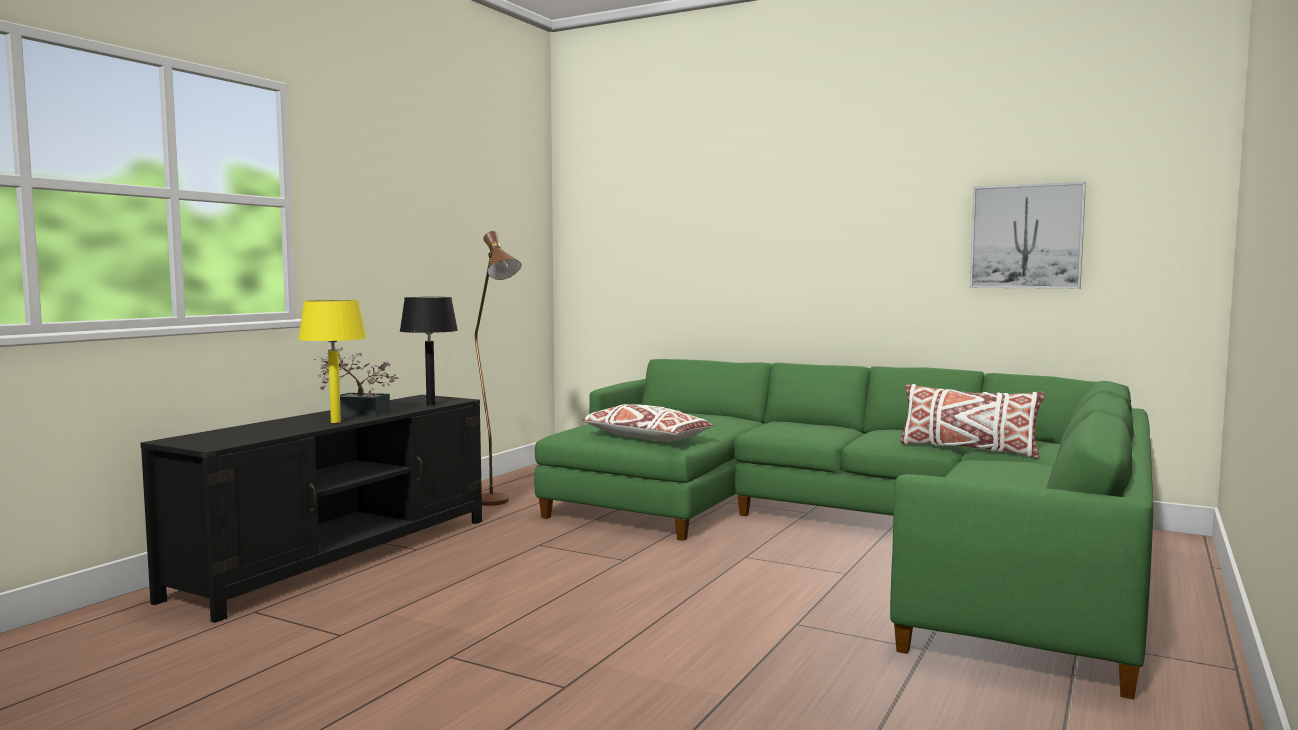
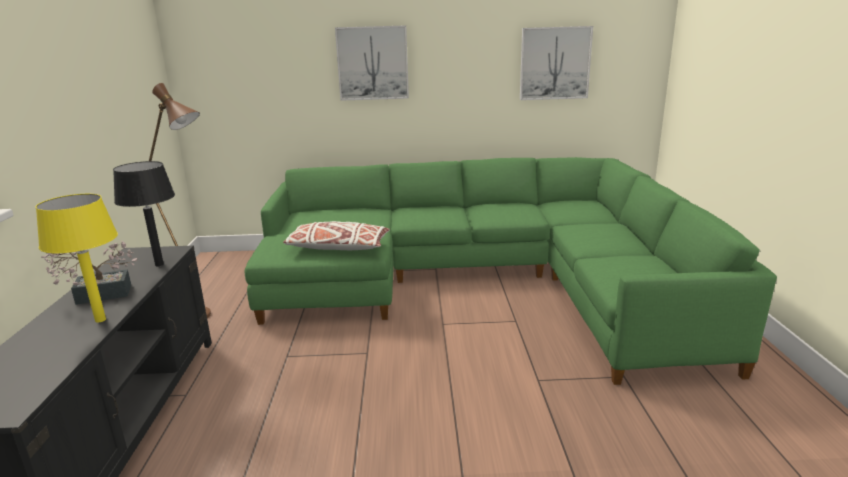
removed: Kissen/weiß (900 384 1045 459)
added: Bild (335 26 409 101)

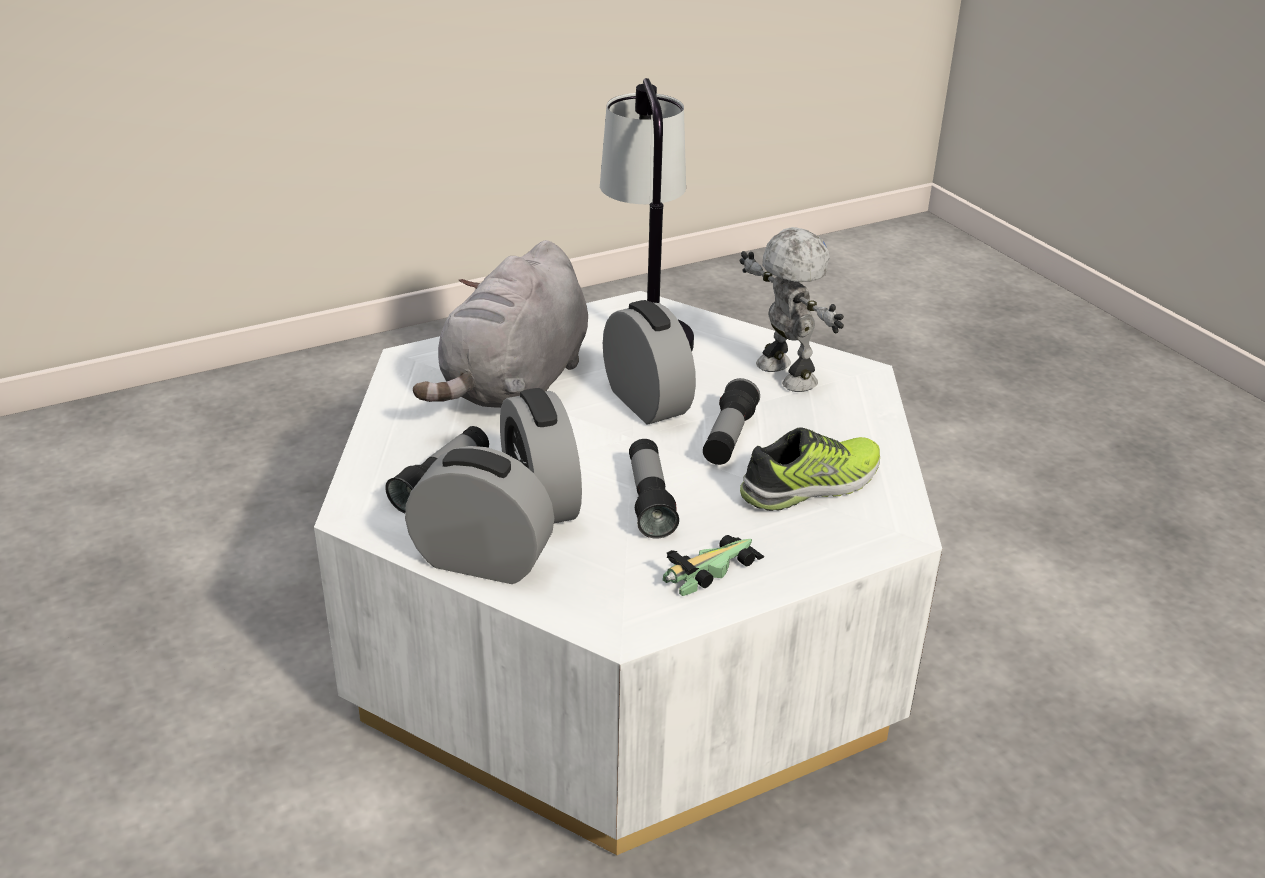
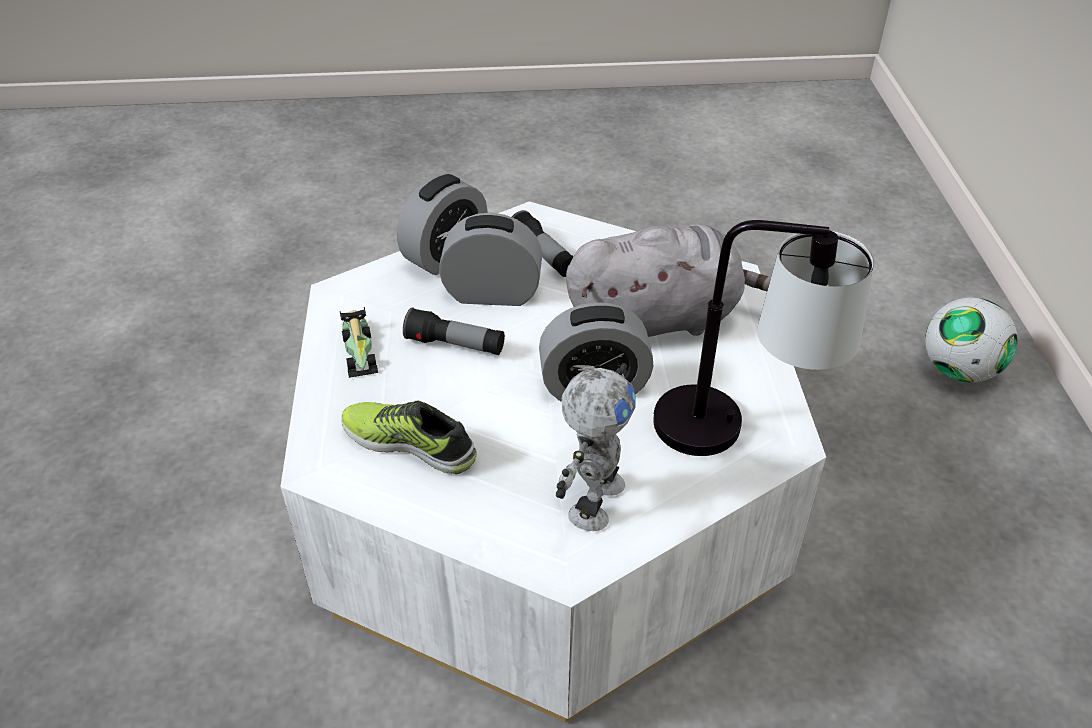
removed: Taschenlampe (703 378 760 465)
added: Fußball (925 297 1018 383)
turned: Plüschtier/grau (413 240 588 408) = (566 224 771 337) 120 degrees clockwise; Spielzeugroboter (739 227 844 392) = (556 363 636 531) 60 degrees counterclockwise; Schuh (740 427 880 511) = (342 401 477 474) 120 degrees clockwise

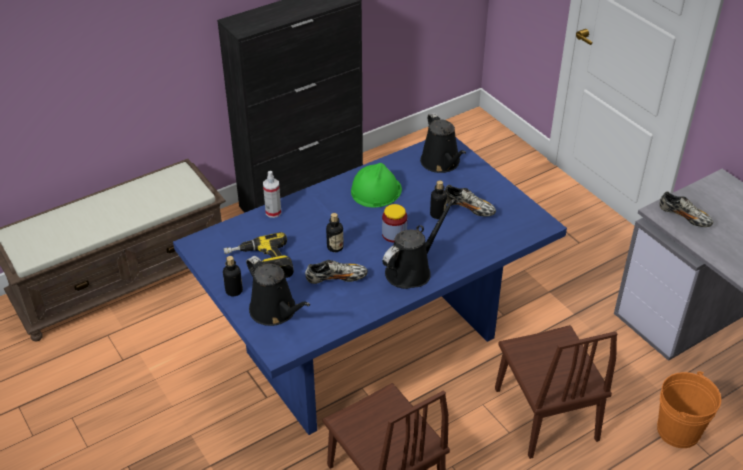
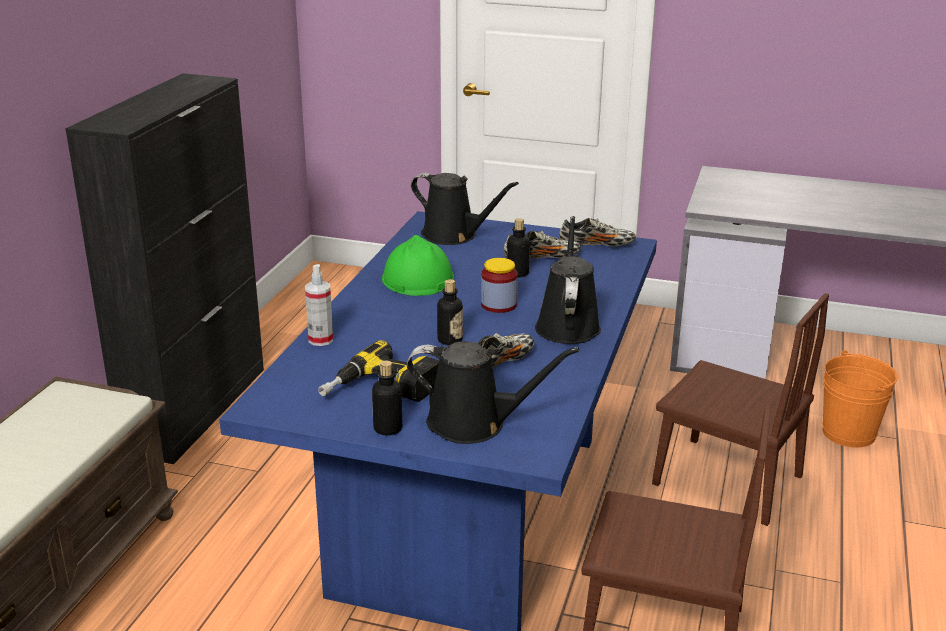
moved: Schuh (659 191 713 227) to (559 218 636 246)

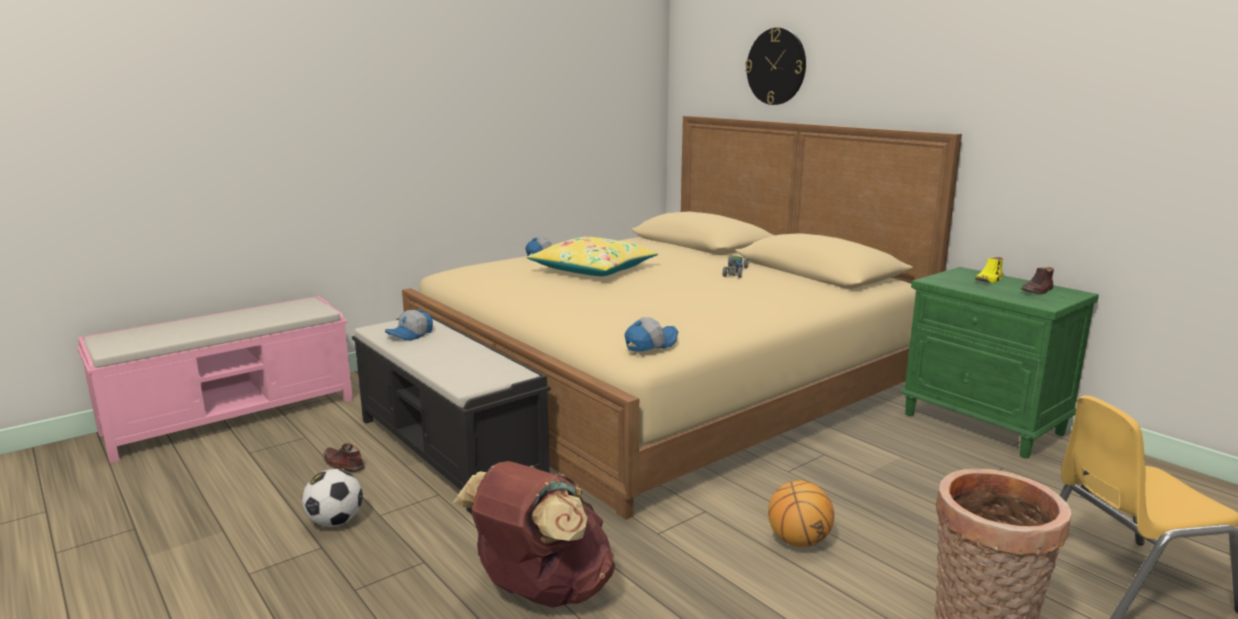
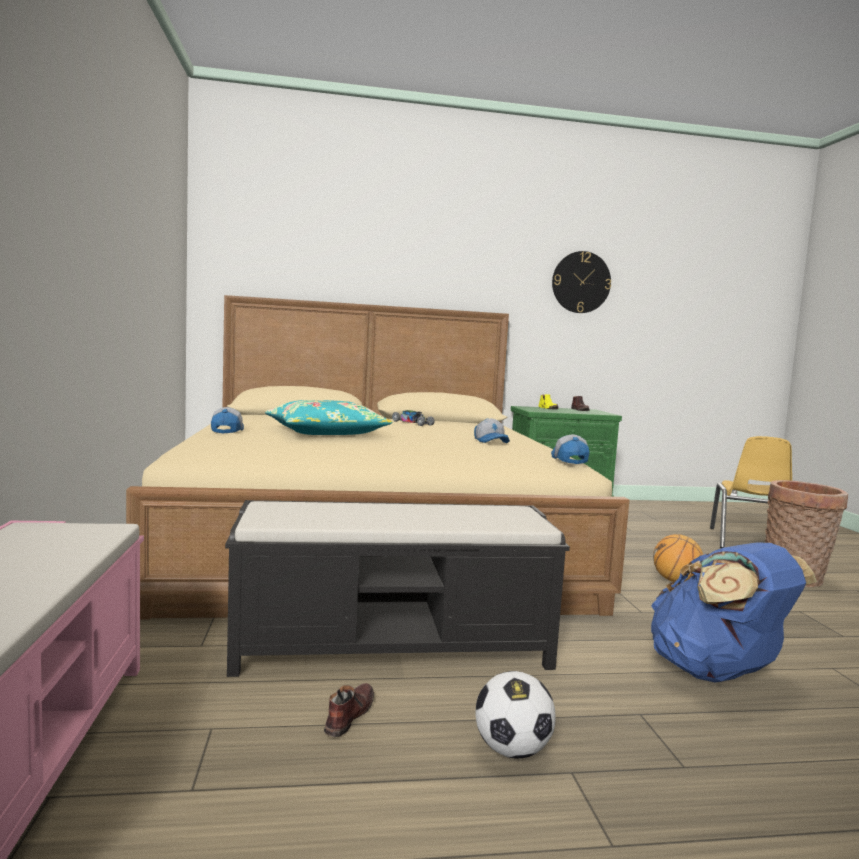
moved: Kappe (385 309 433 341) to (474 418 510 443); Wanduhr (745 28 806 105) to (552 251 611 313)
recoloured: Rucksack/braun (452 461 615 608) to Rucksack/blau (651 542 817 683); Kissen/gelb (527 237 658 276) to Kissen/türkis (265 400 392 435)
turned: Schuh/braun (324 443 365 472) = (324 683 374 737) 135 degrees clockwise

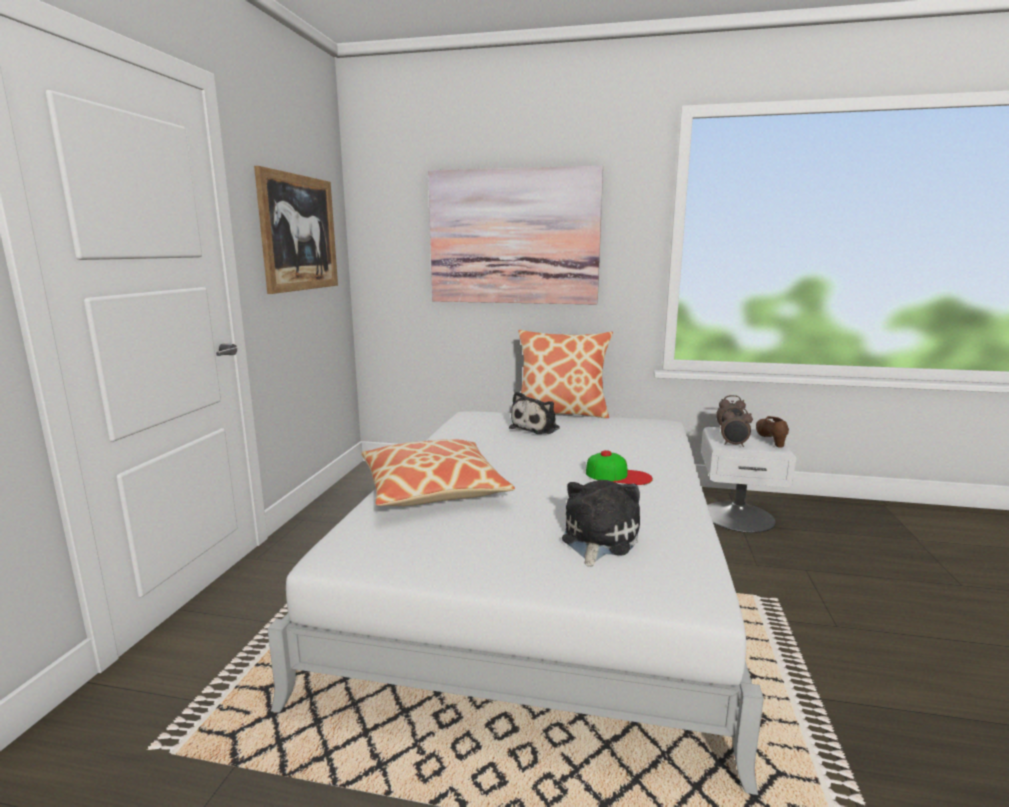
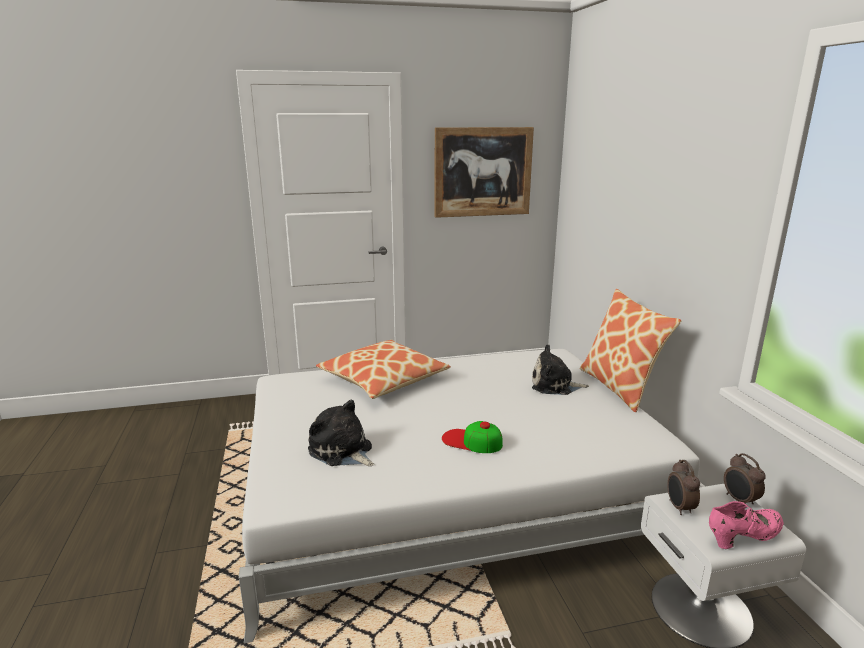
removed: Bild (428 165 603 305)
recoloured: Schuh/braun (756 416 789 448) to Schuh/rosa (709 501 784 549)
turned: Plüschtier (562 480 640 567) = (308 400 374 466) 135 degrees counterclockwise; Kappe (586 450 653 485) = (442 421 503 453) 120 degrees clockwise

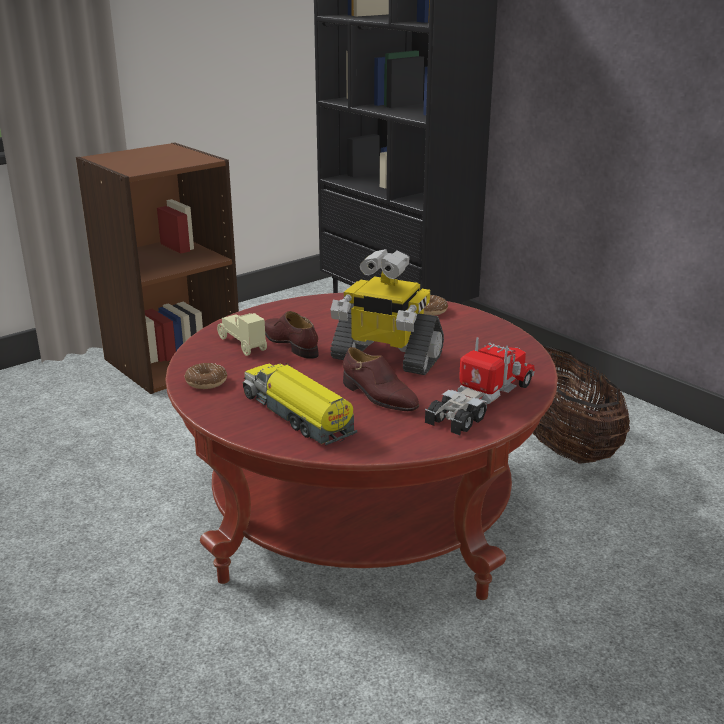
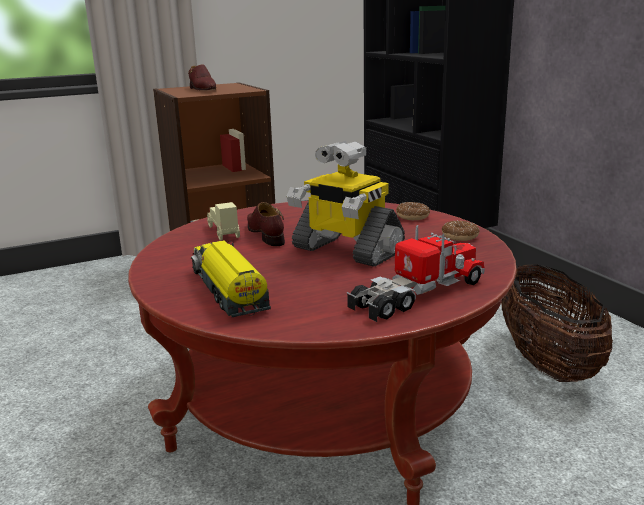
moved: Donut (185 363 227 389) to (441 221 480 241); Schuh/braun (343 347 419 411) to (188 65 216 90)

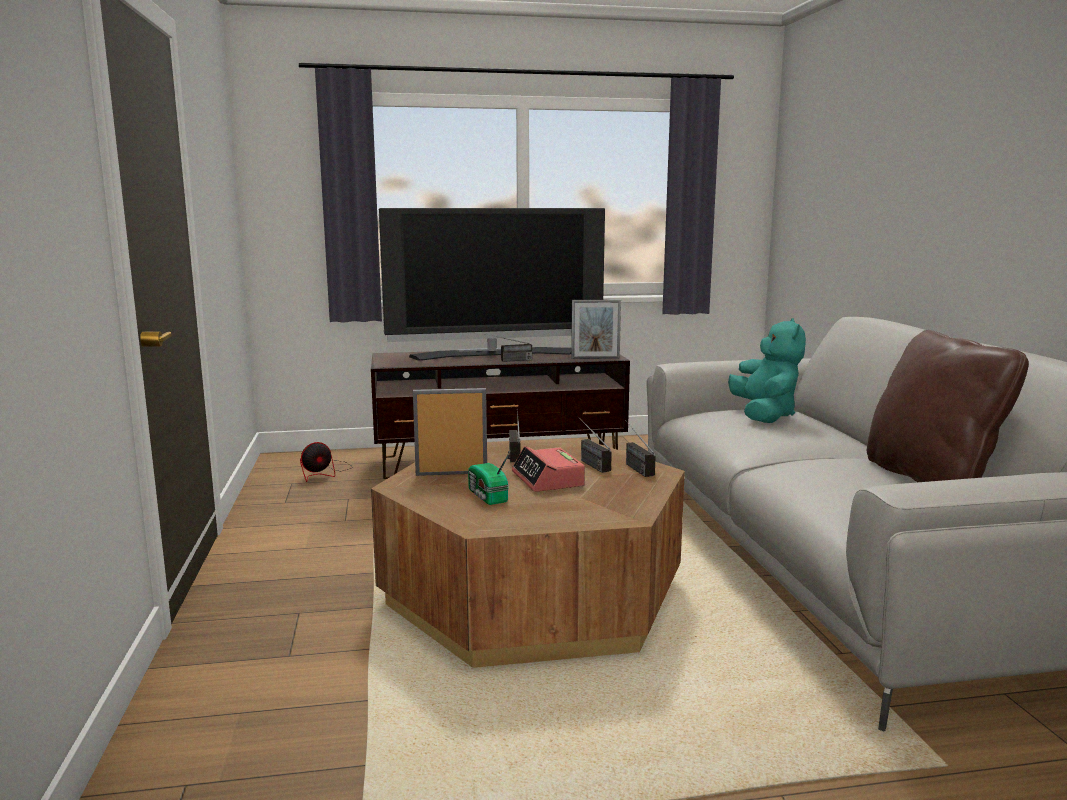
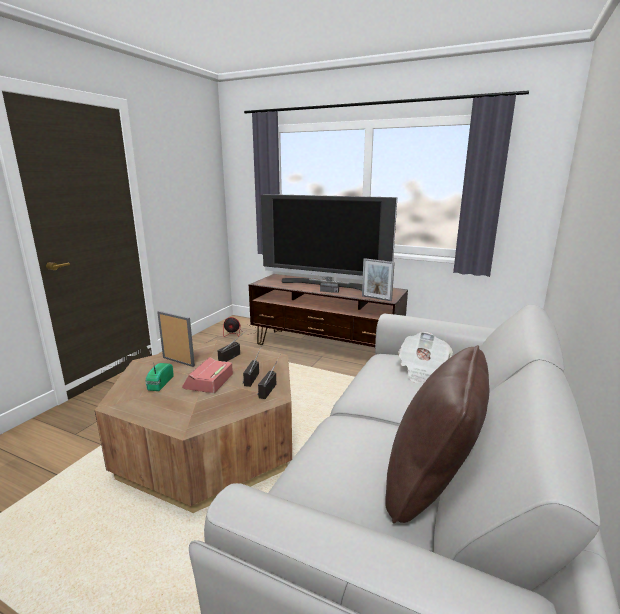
replaced: Plüschtier/türkis (728 318 806 423) to Zeitung (398 332 453 383)

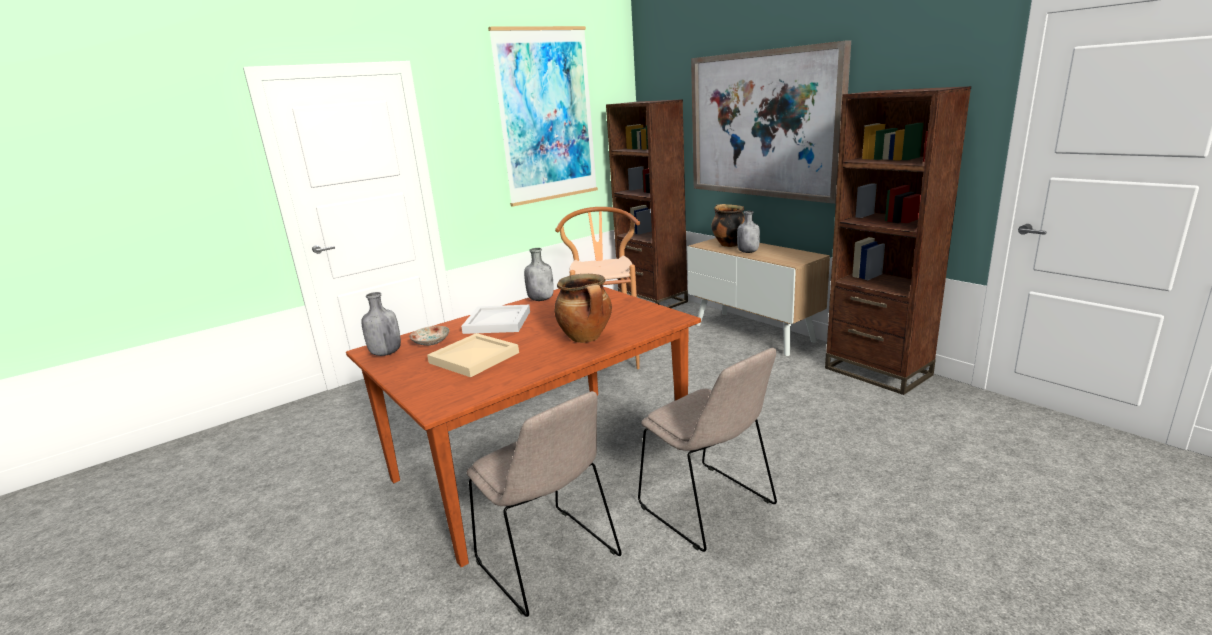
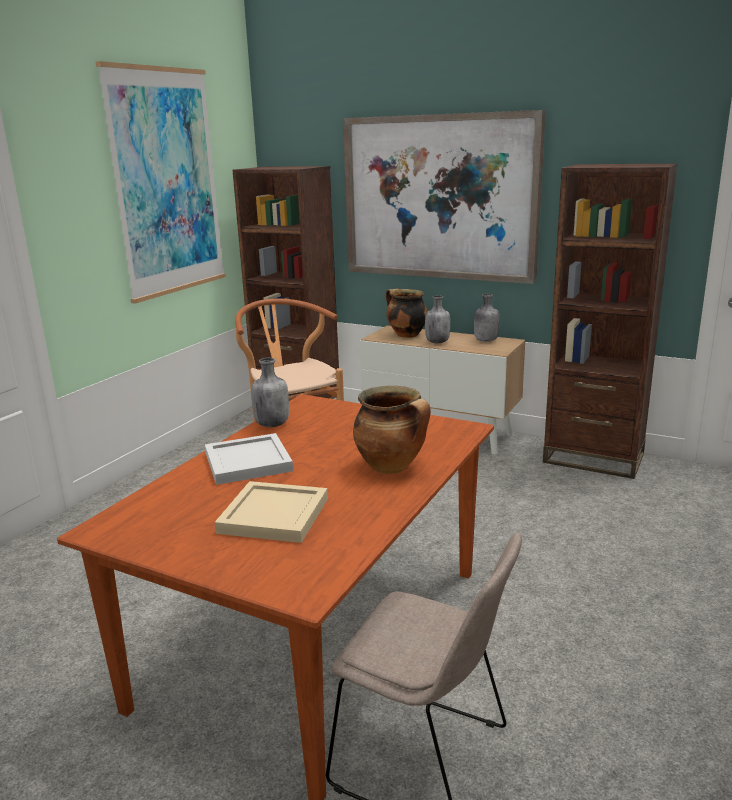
removed: Teller (409 326 450 346); Stuhl/beige (638 348 777 552)
moved: Flasche/grau (361 292 401 356) to (474 294 500 342)

